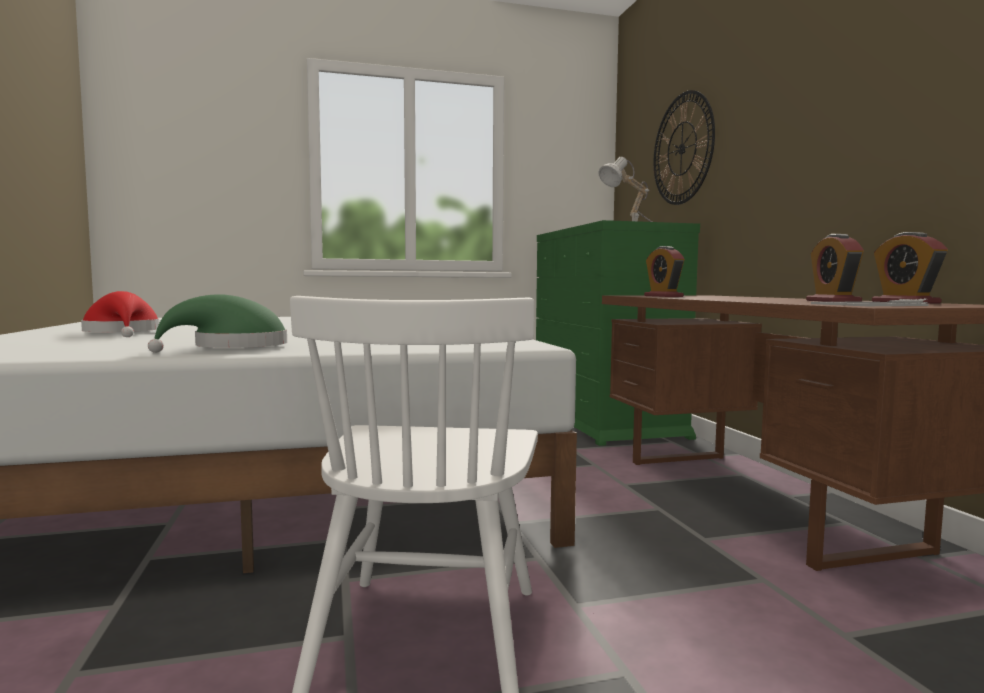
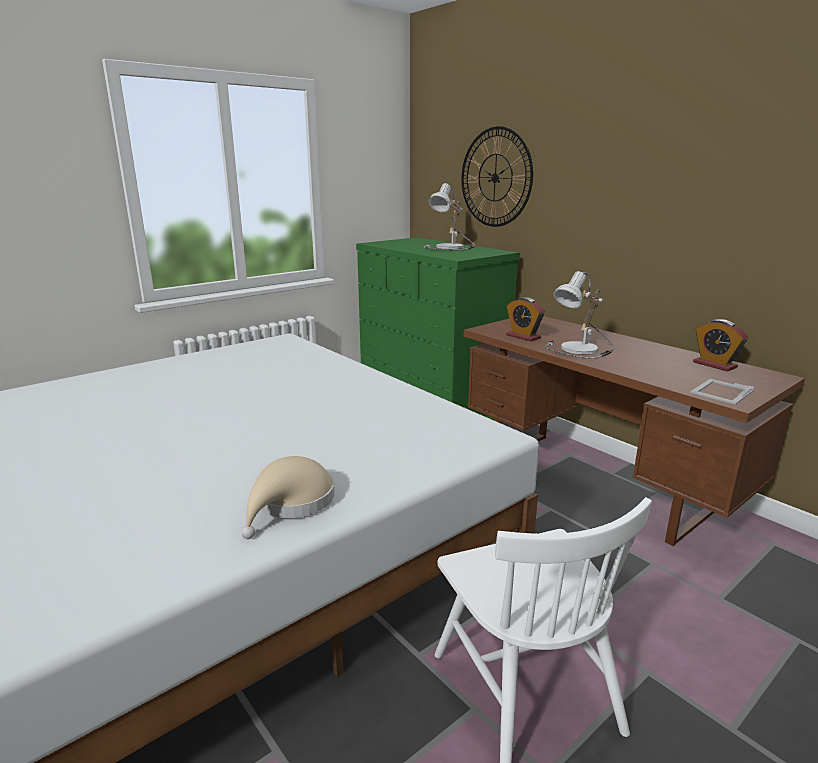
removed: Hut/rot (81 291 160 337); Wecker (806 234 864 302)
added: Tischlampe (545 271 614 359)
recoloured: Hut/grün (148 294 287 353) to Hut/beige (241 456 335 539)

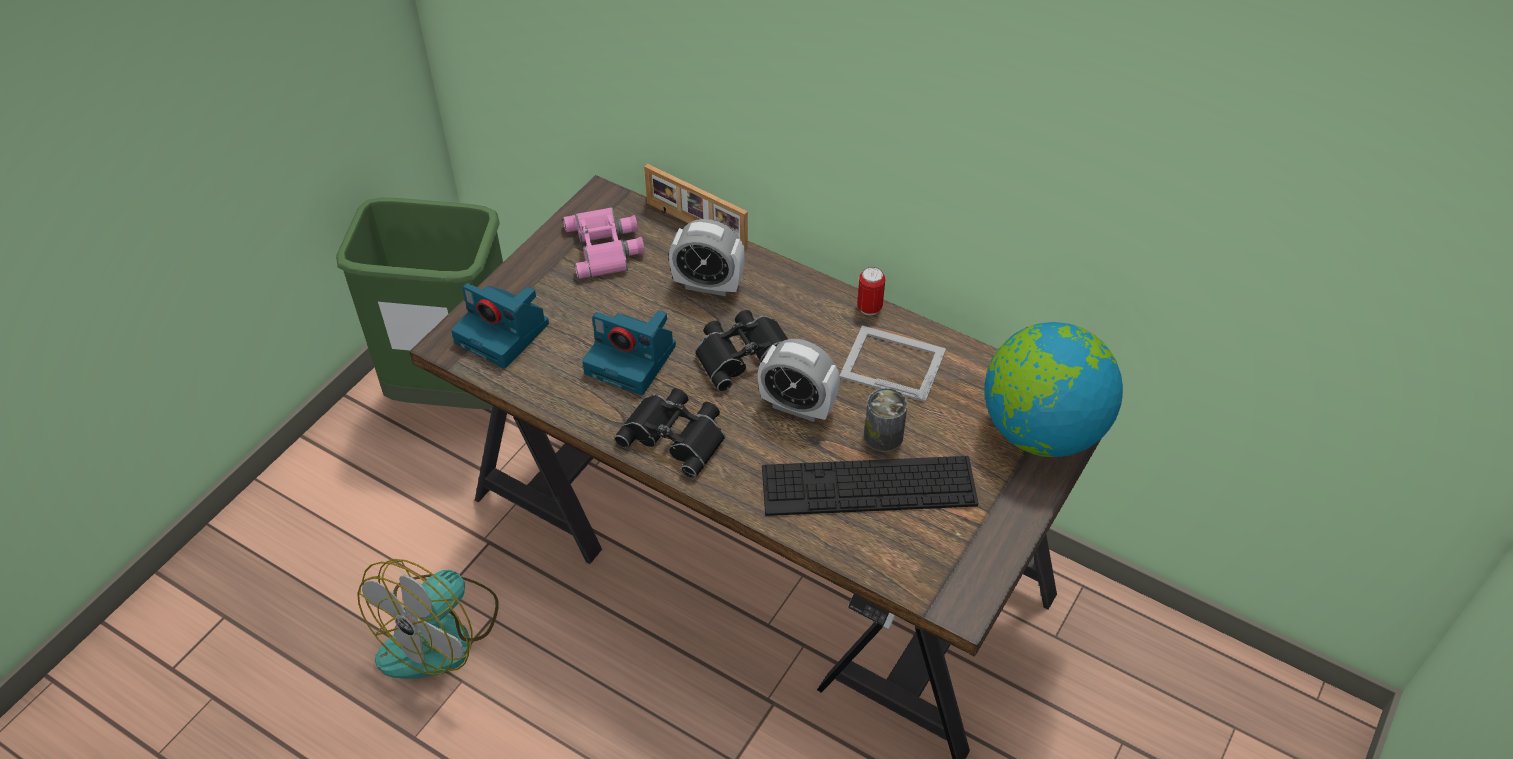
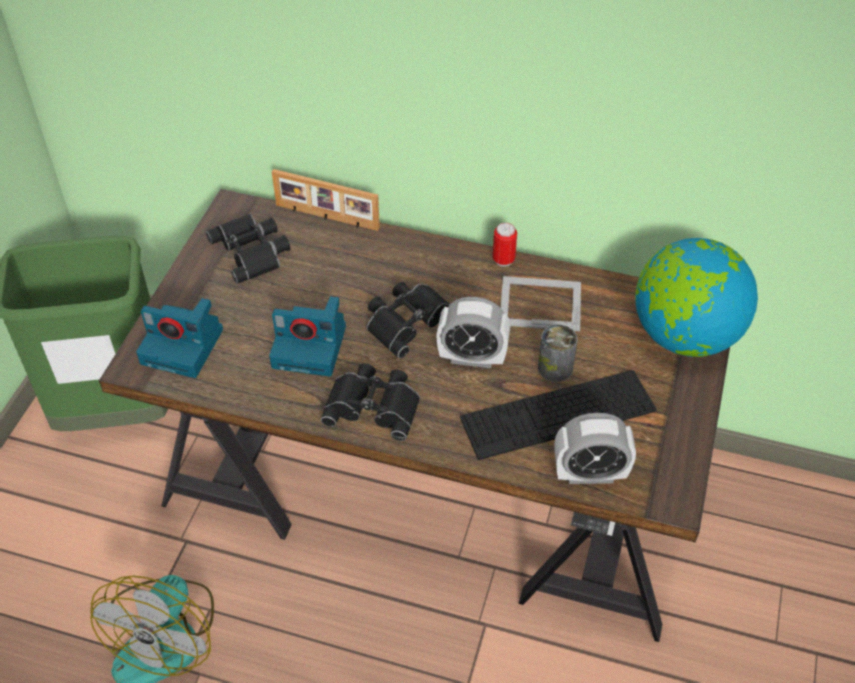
moved: Wecker (669 219 745 296) to (554 413 636 484)
recoloured: Fernglas/rosa (563 207 645 279) to Fernglas/schwarz (206 214 290 284)

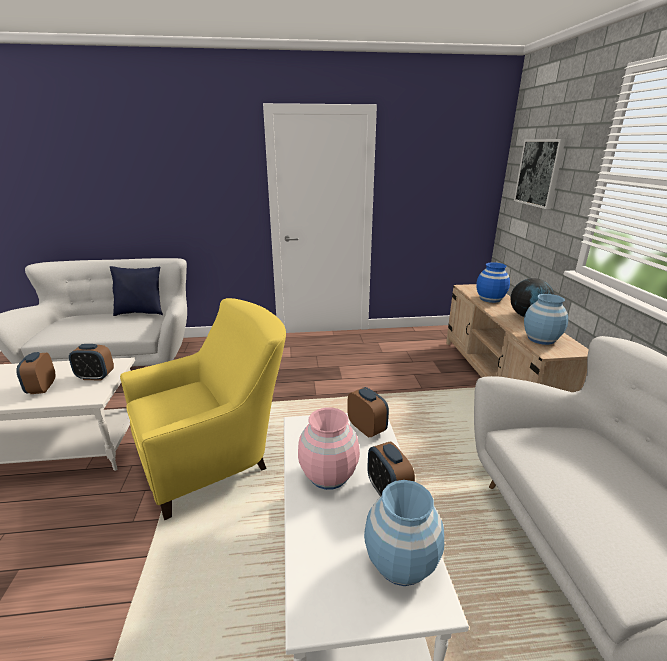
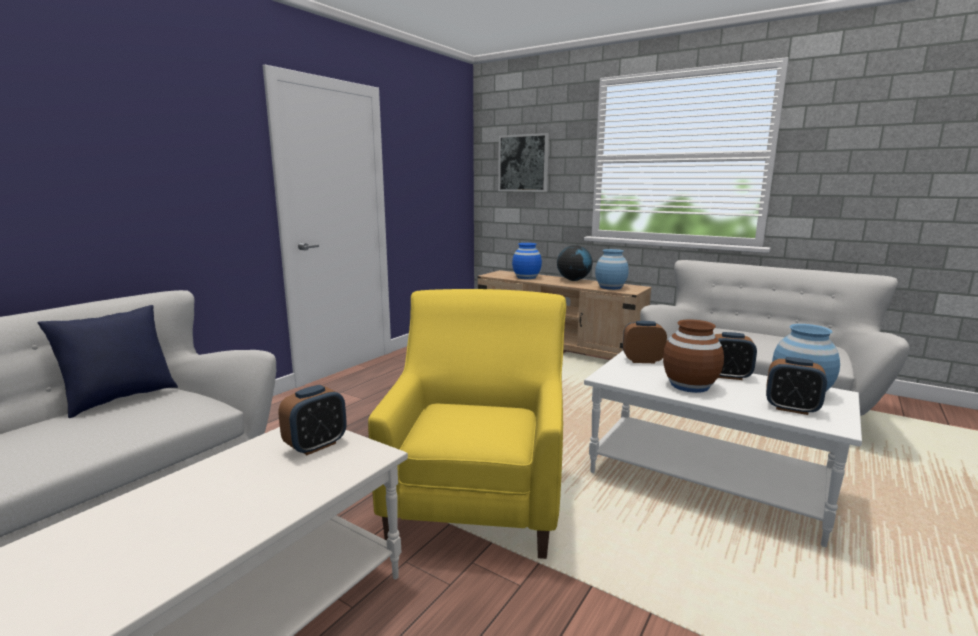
moved: Wecker (16 352 55 394) to (766 357 827 415)
recoloured: Vase/rosa (298 407 360 490) to Vase/braun (663 319 724 393)

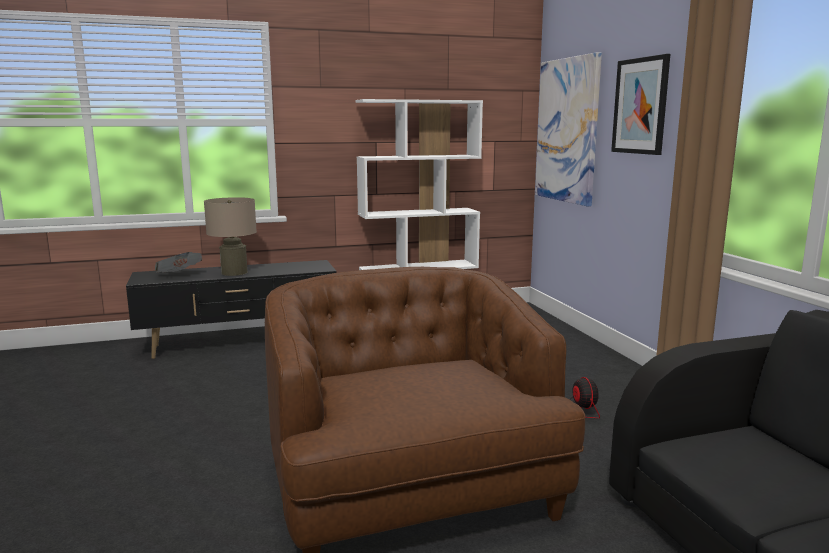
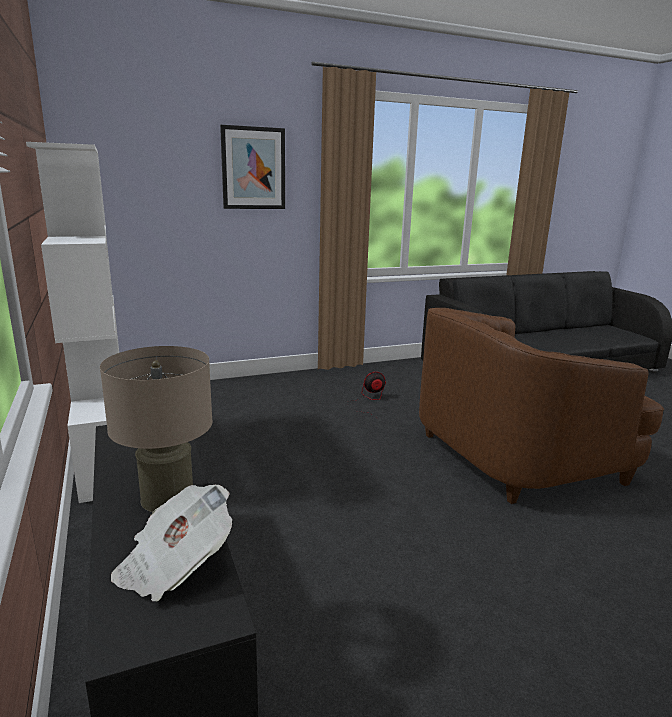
removed: Bild (535 52 602 206)

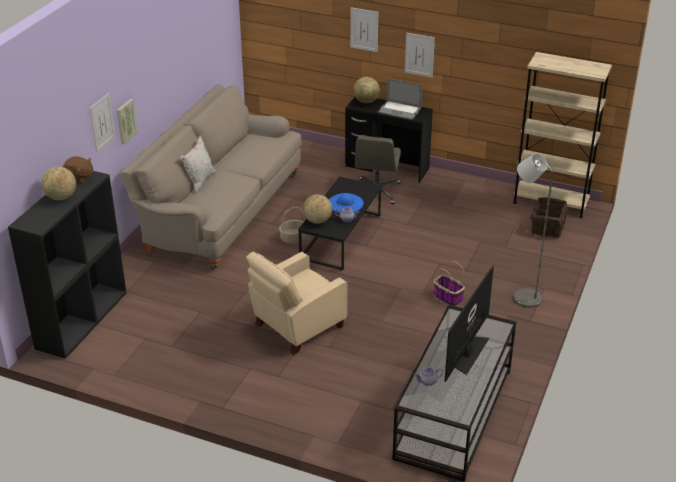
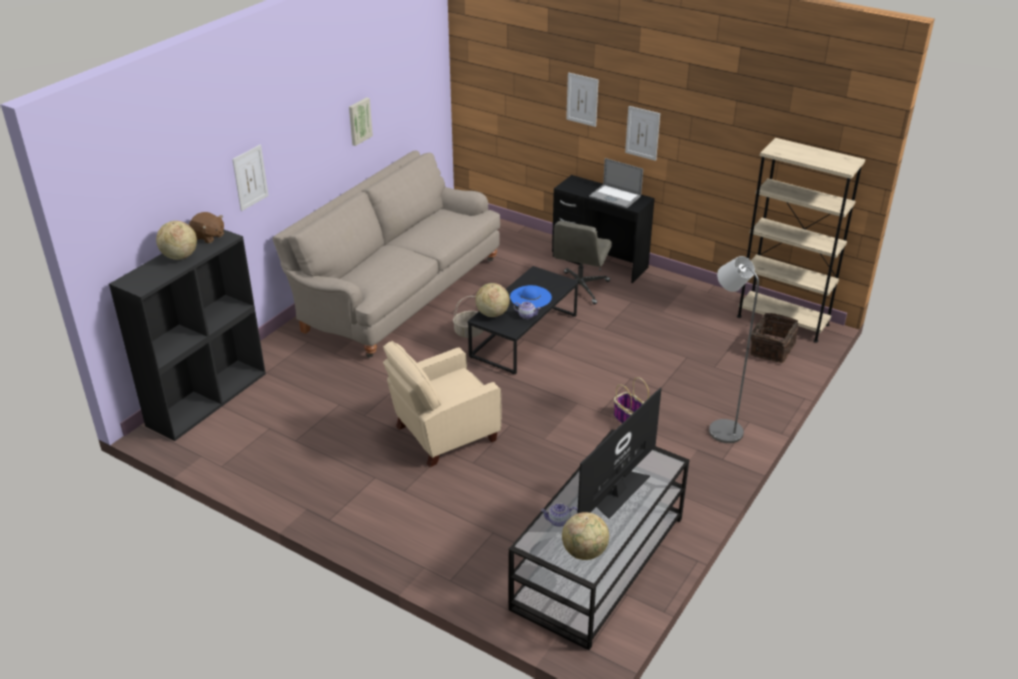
removed: Kissen/weiß (181 136 216 193)
moved: Bild (117 98 138 145) to (349 97 373 146); Globus (353 77 380 103) to (562 512 609 560)

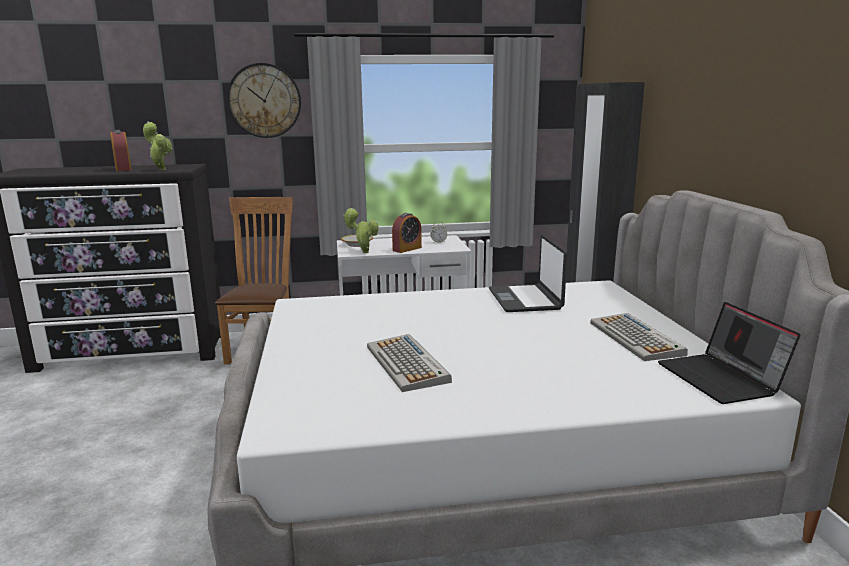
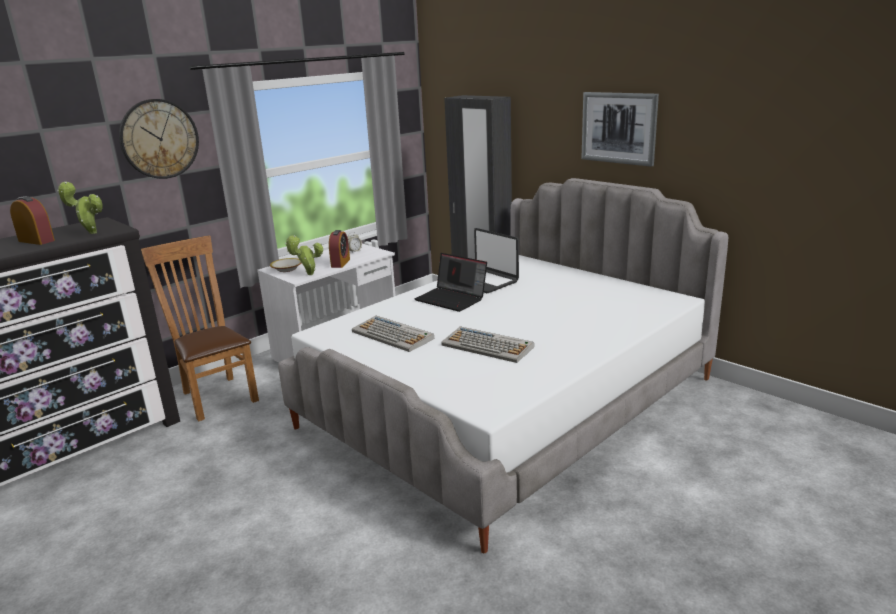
added: Bild (581 92 659 167)
moved: Tastatur (590 313 688 361) to (352 316 435 352); Laptop (658 302 800 404) to (415 253 487 312)

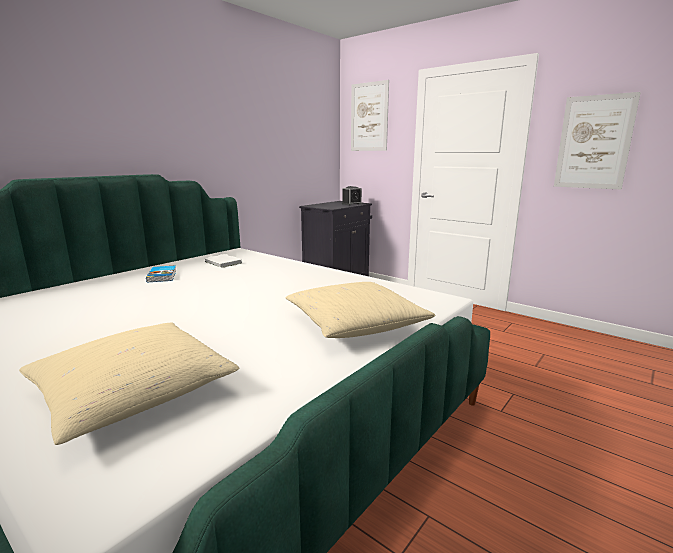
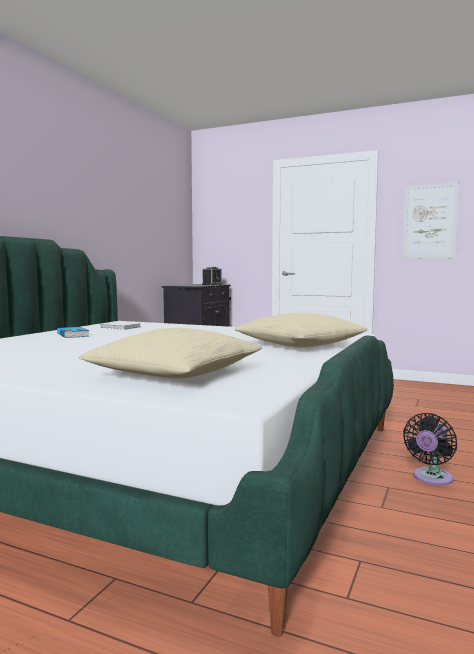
removed: Bild (351 80 389 151)
added: Ventilator/schwarz (403 413 457 485)

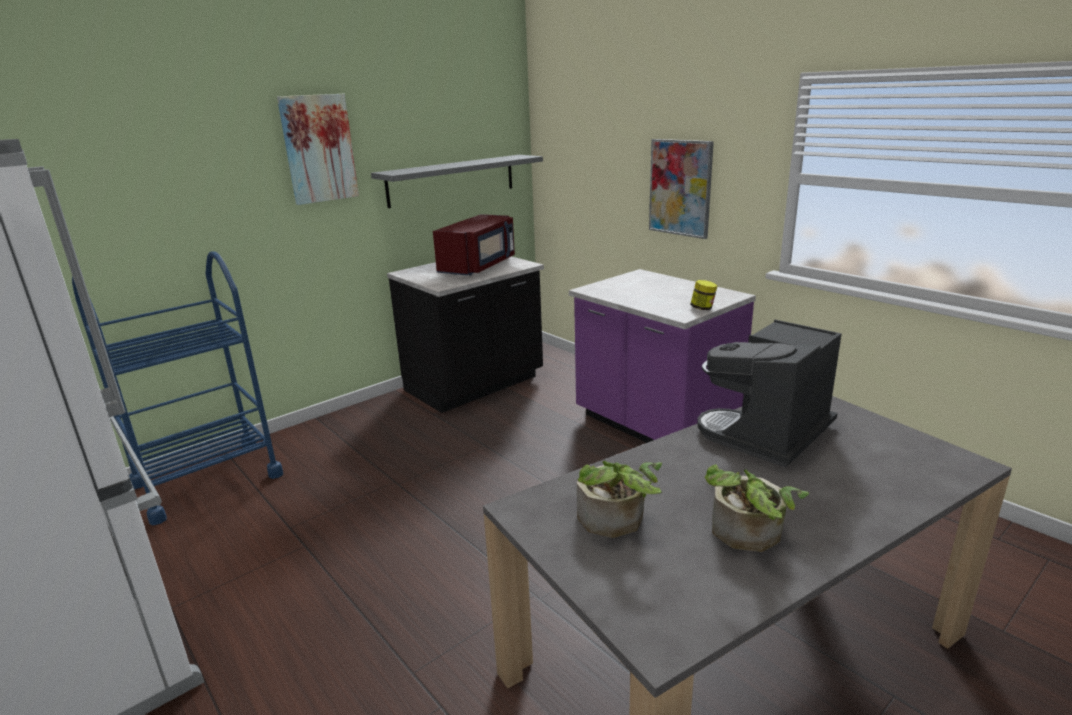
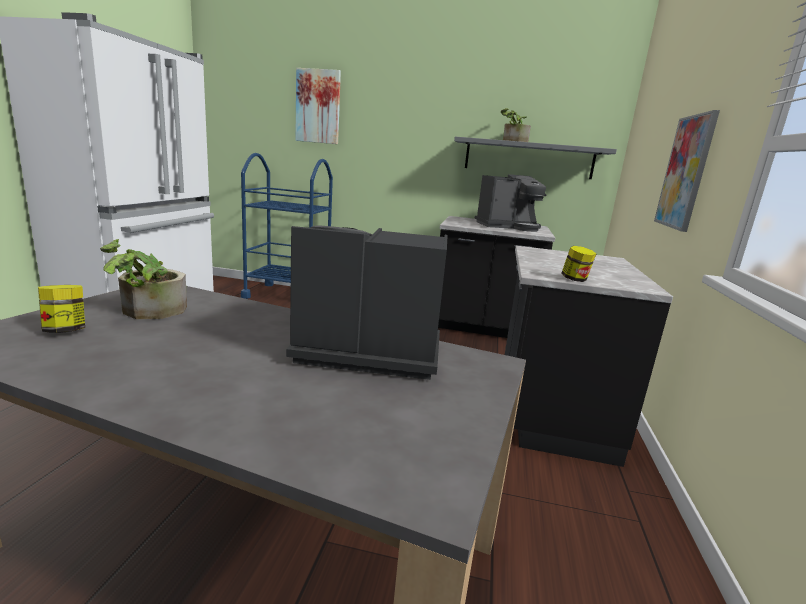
added: Vorratsglas (38 285 85 333)
moved: Bild (277 94 359 205) to (295 68 341 144); Topfpflanze (705 465 809 552) to (501 108 531 142)
replaced: Mikrowelle/rot (433 214 515 275) to Kaffeemaschine (474 174 546 232)
recoloured: Küchenzeile/lila (569 269 756 443) to Küchenzeile/schwarz (505 246 673 467)

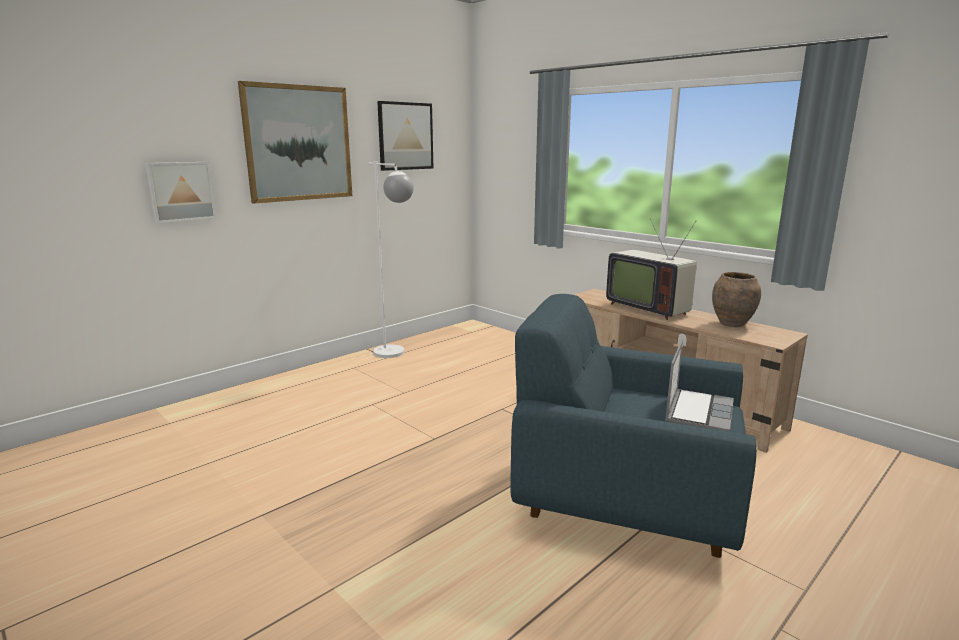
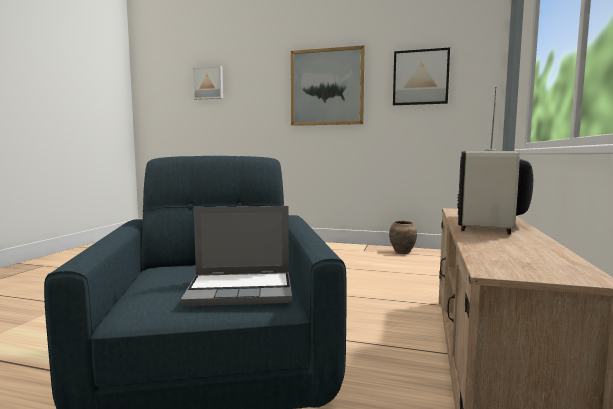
removed: Stehlampe/weiß (368 162 414 358)
moved: Bild (145 162 216 223) to (192 65 223 100); Vase/braun (712 272 761 327) to (389 221 417 254)

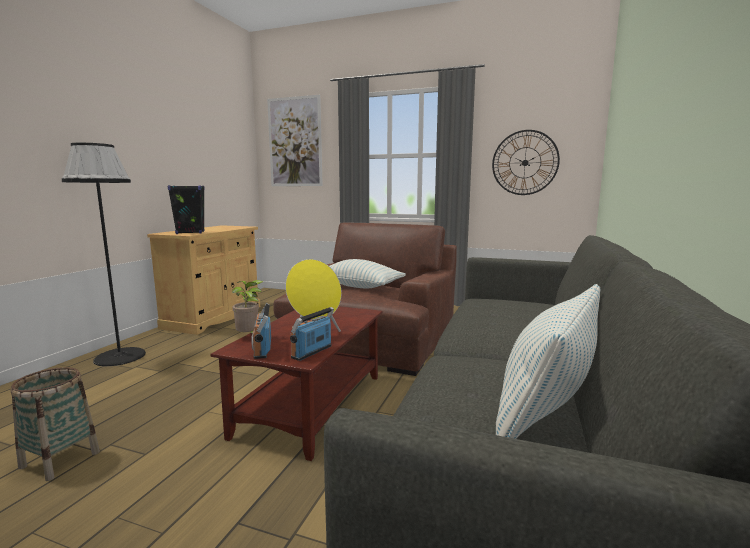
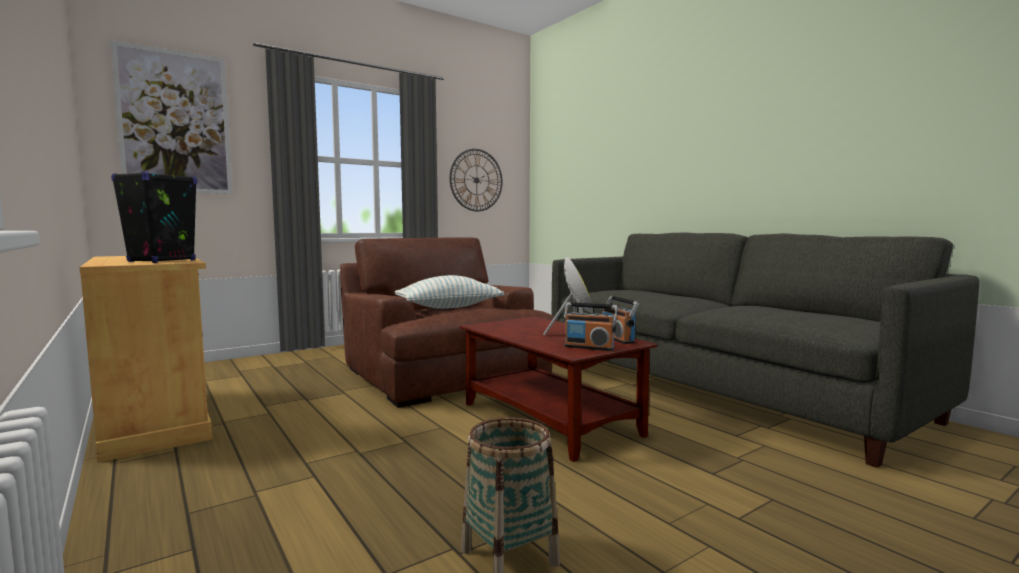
removed: Stehlampe/schwarz (62 143 146 366); Topfpflanze (232 280 263 334); Kissen (496 284 600 439)

